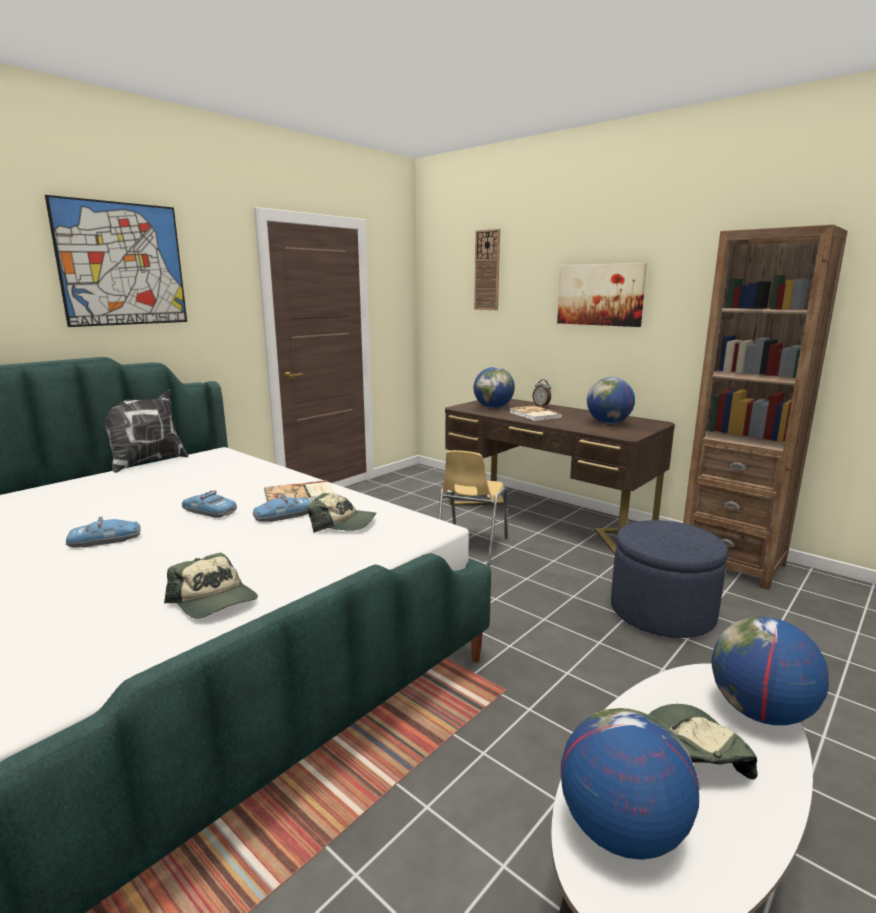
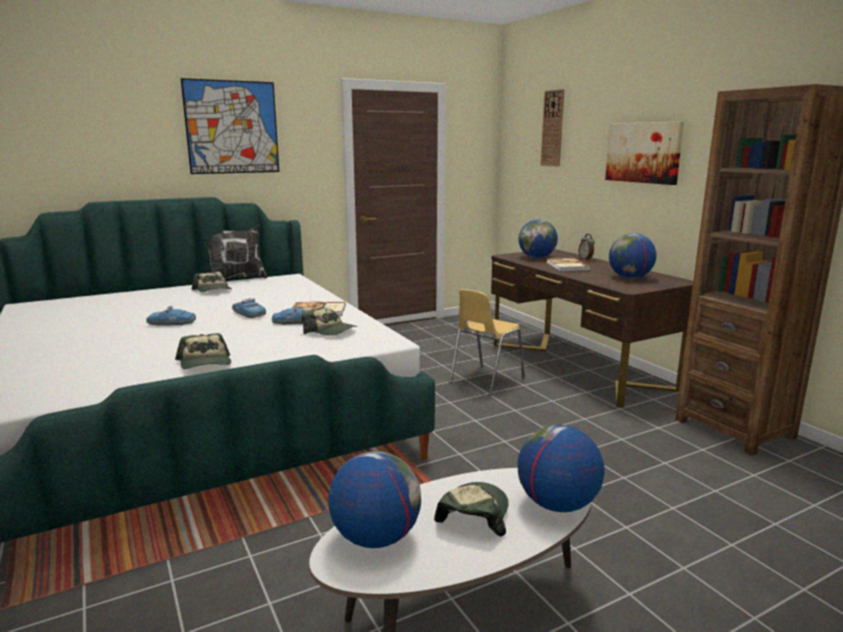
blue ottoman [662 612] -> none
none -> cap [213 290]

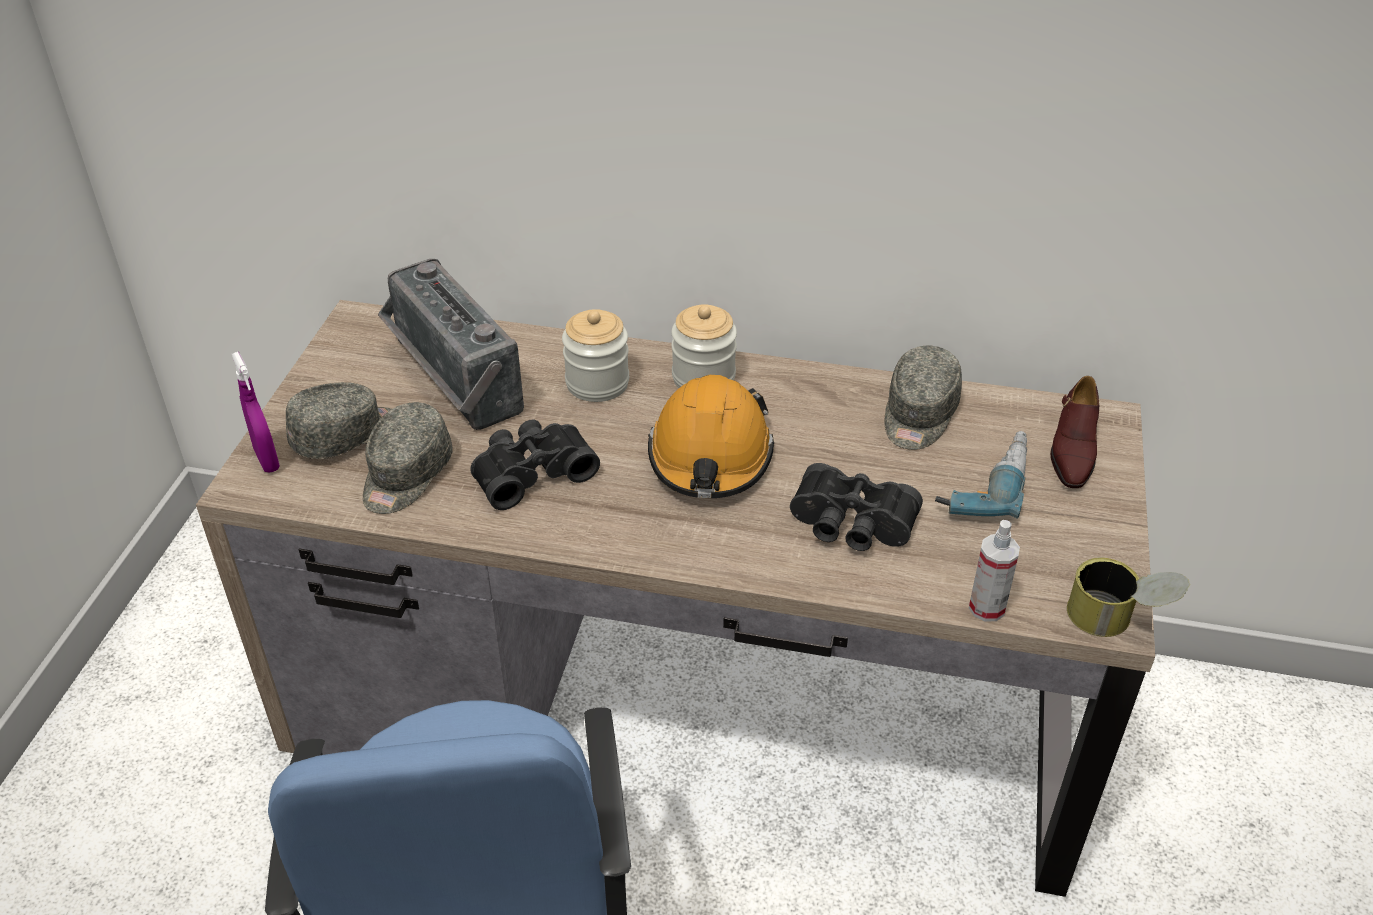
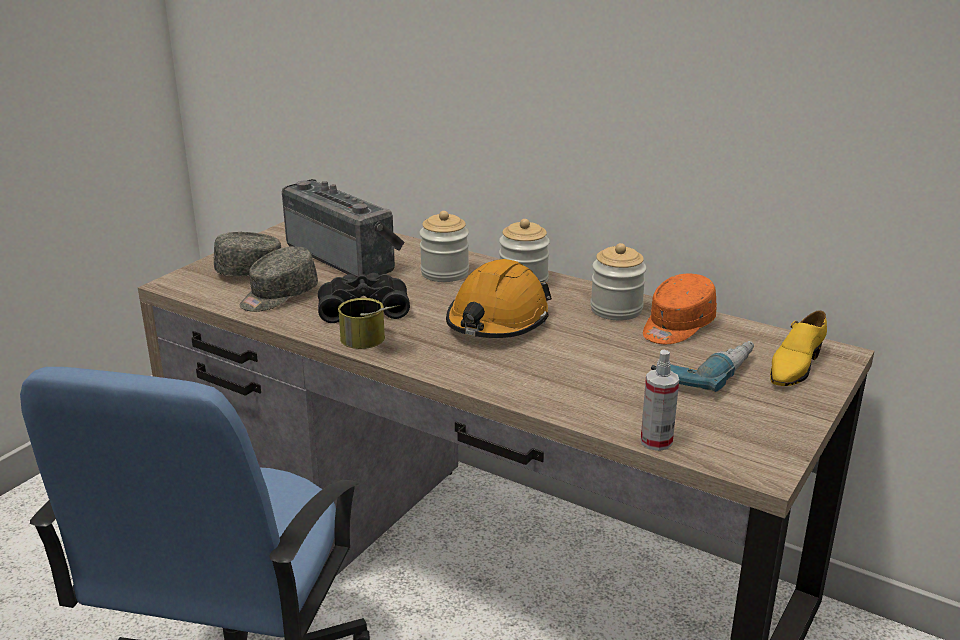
radio [450 380] -> radio [345 257], 150 degrees clockwise
grey cap [918 415] -> orange cap [676 326]
purple spray bottle [267 460] -> none
brown shoe [1072 450] -> yellow shoe [794 366]
black binoculars [851 526] -> none
can [1117 621] -> can [370 343], relocated
none -> jar [616 309]

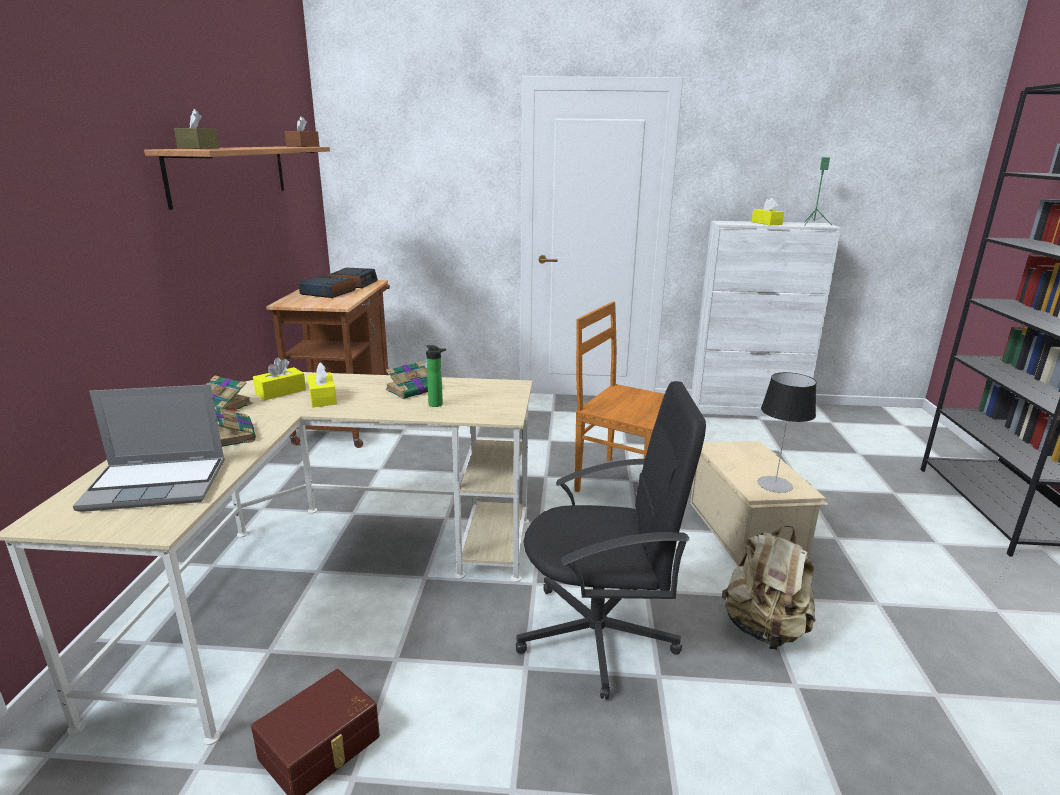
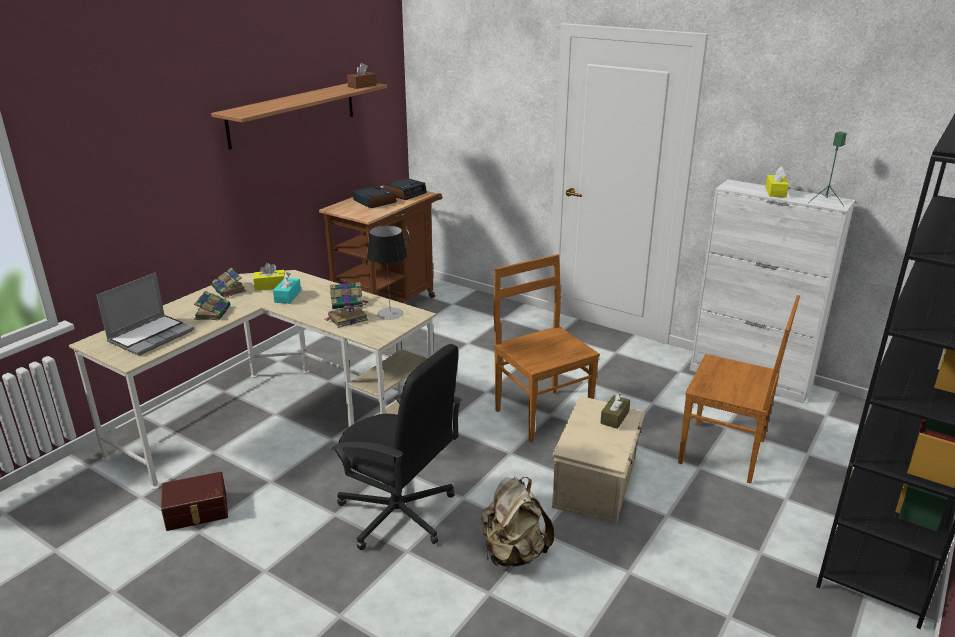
brown tissue box [199 148] -> brown tissue box [614 417], relocated
bottle [437 405] -> book [347 319]
yellow tissue box [322 398] -> turquoise tissue box [288 296]
table lamp [775 484] -> table lamp [390 314], relocated
laptop [158 485] -> laptop [151 336], 75 degrees counterclockwise
none -> brown chair [725 452]

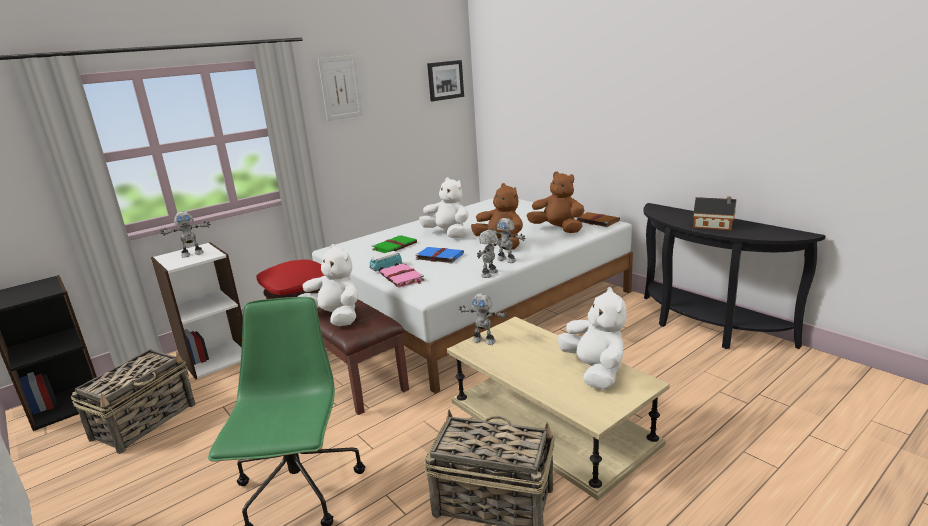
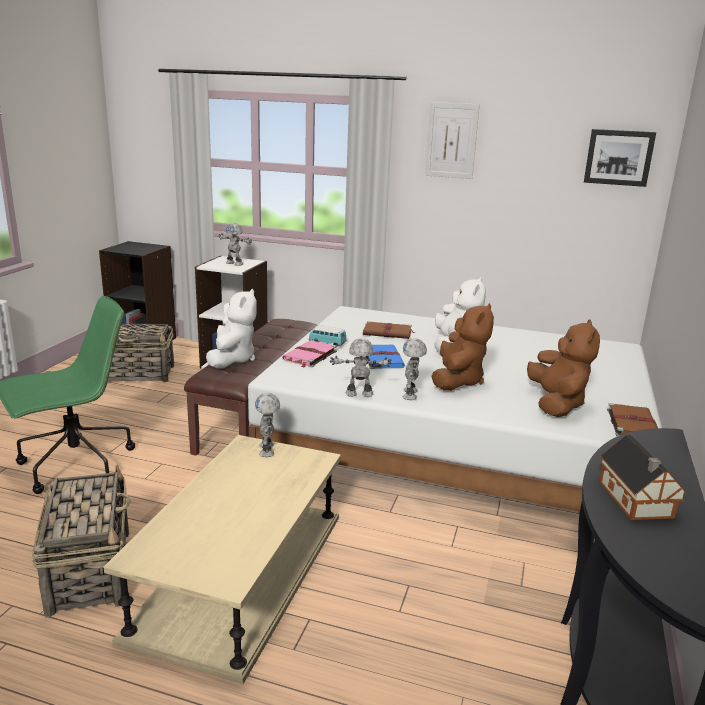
green book [395 246] -> brown book [388 332]
red pillow [296 285] -> none
white plush toy [595 371] -> none

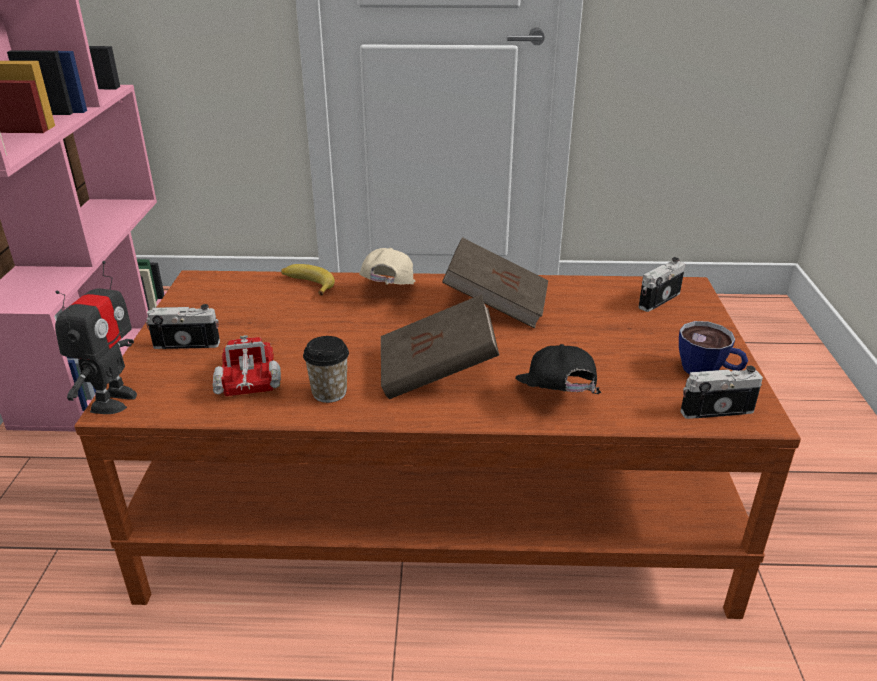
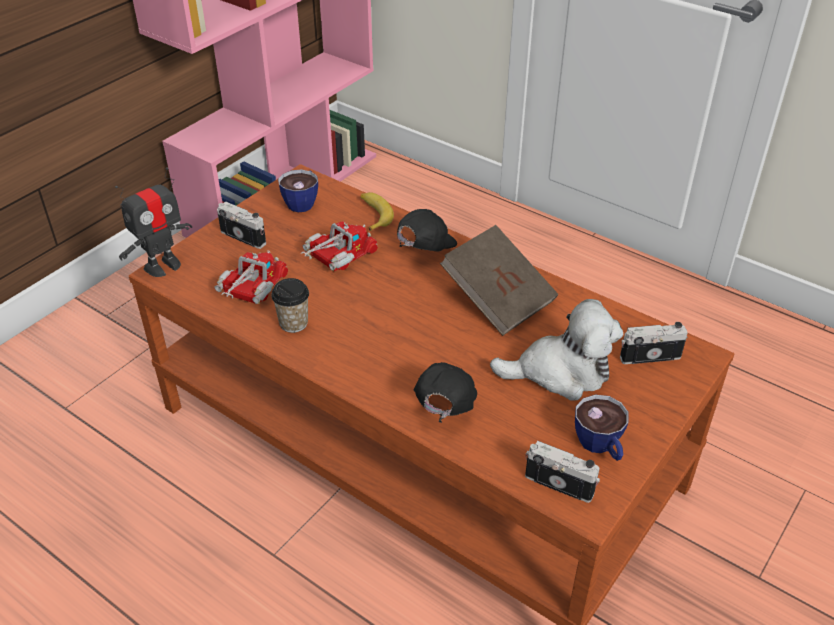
beige cap [387 293] -> black cap [424 249]
brown book [437 372] -> none
none -> cup [303 202]
none -> toy truck [336 258]
none -> plush toy [560 372]

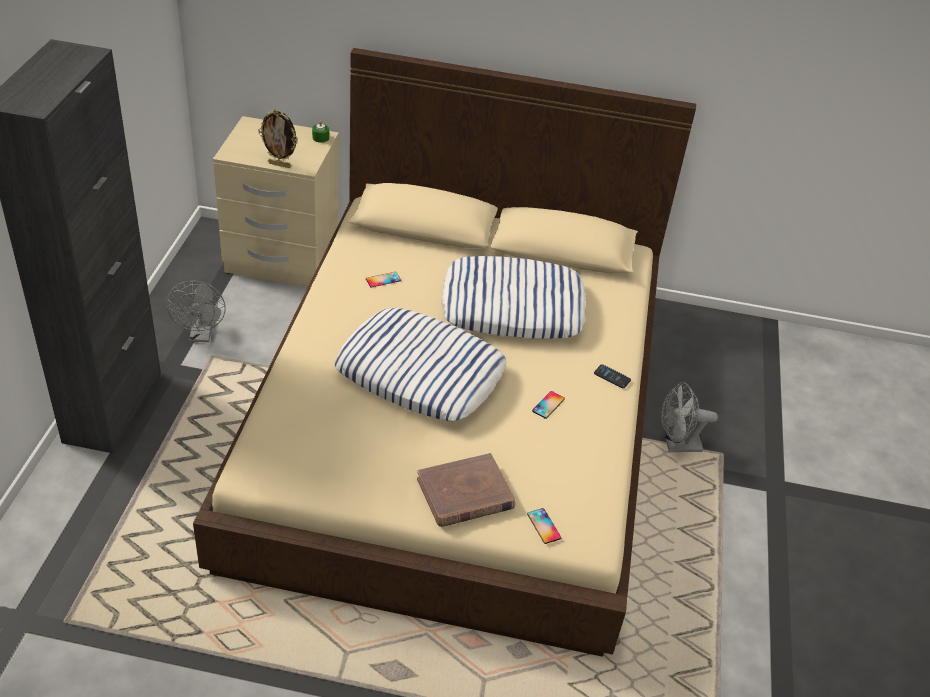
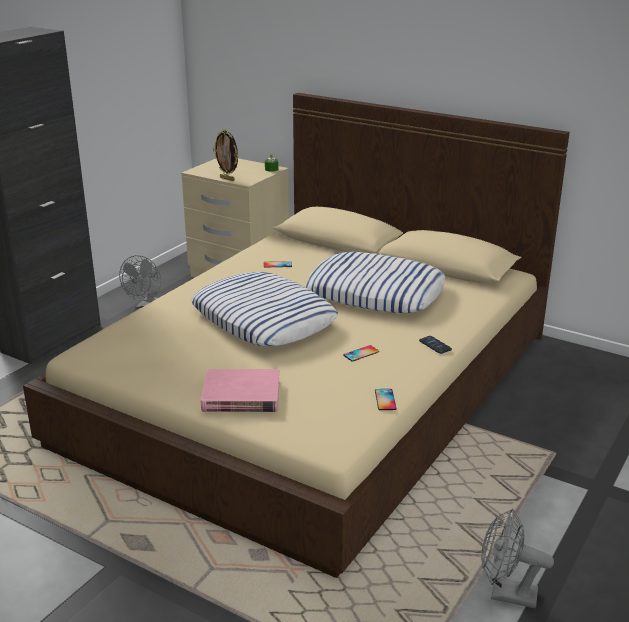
grey fan [677 446] -> grey fan [505 594], relocated
brown book [465 494] -> pink book [241 395]
phone [544 526] -> phone [385 399], relocated

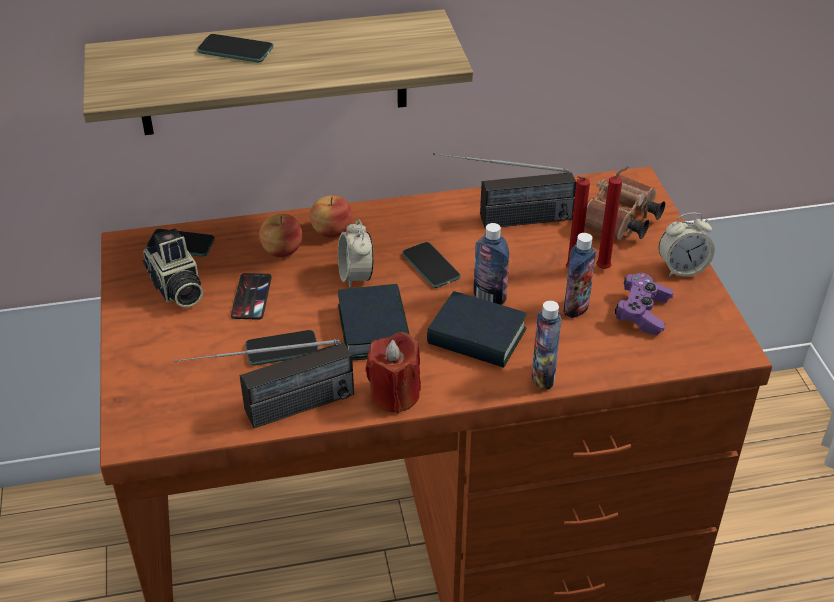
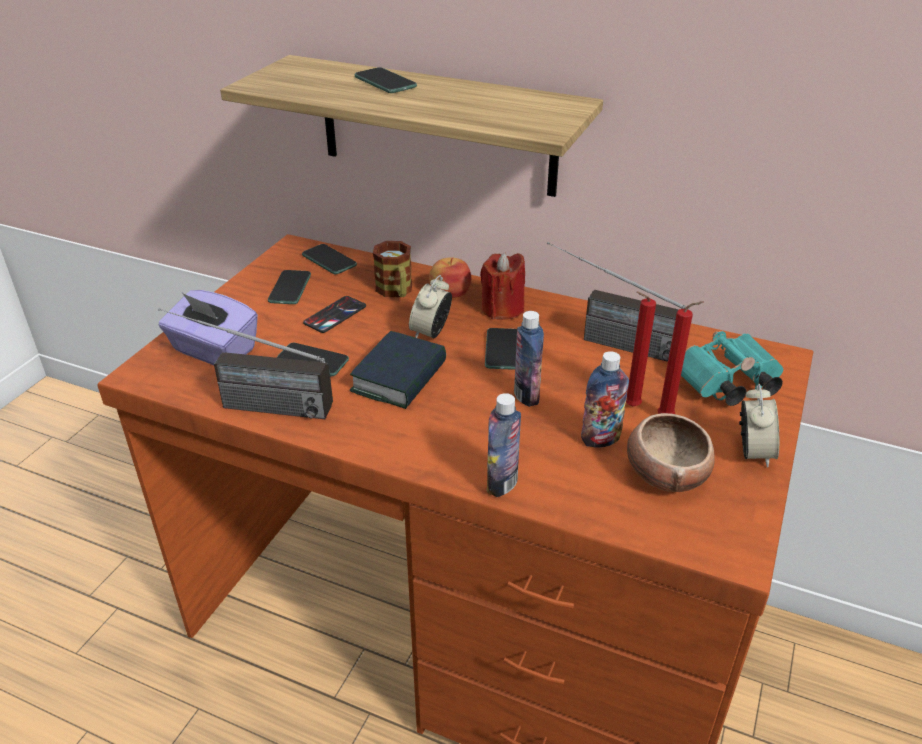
brown binoculars [619 223] -> turquoise binoculars [725 385]
alarm clock [682 269] -> alarm clock [753 452], 105 degrees counterclockwise
apple [282 250] -> mug [396 292]
photo camera [176 289] -> phone [290 288]
purple game controller [642 312] -> bowl [666 473]
book [477 337] -> none
red candle [394 394] -> red candle [502 309], relocated
none -> purple tissue box [213 351]

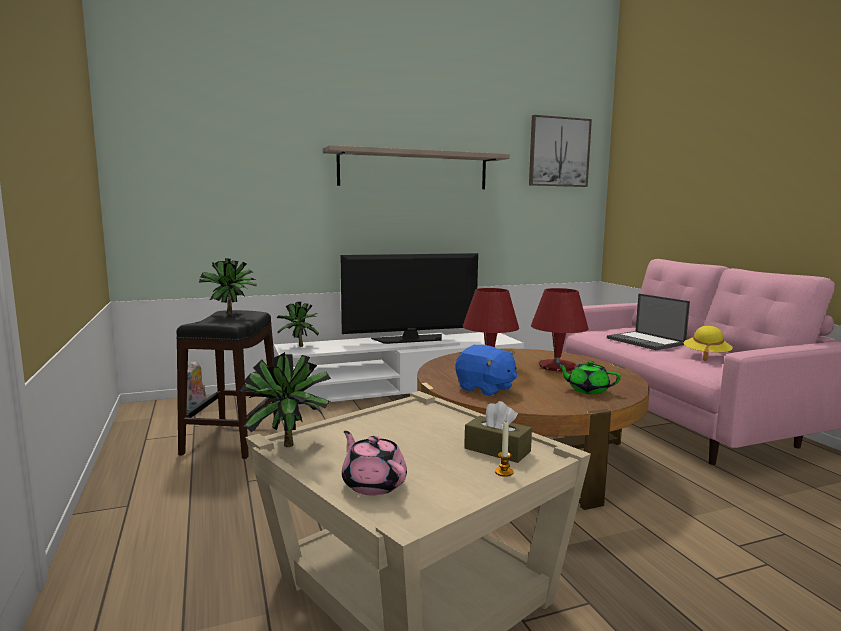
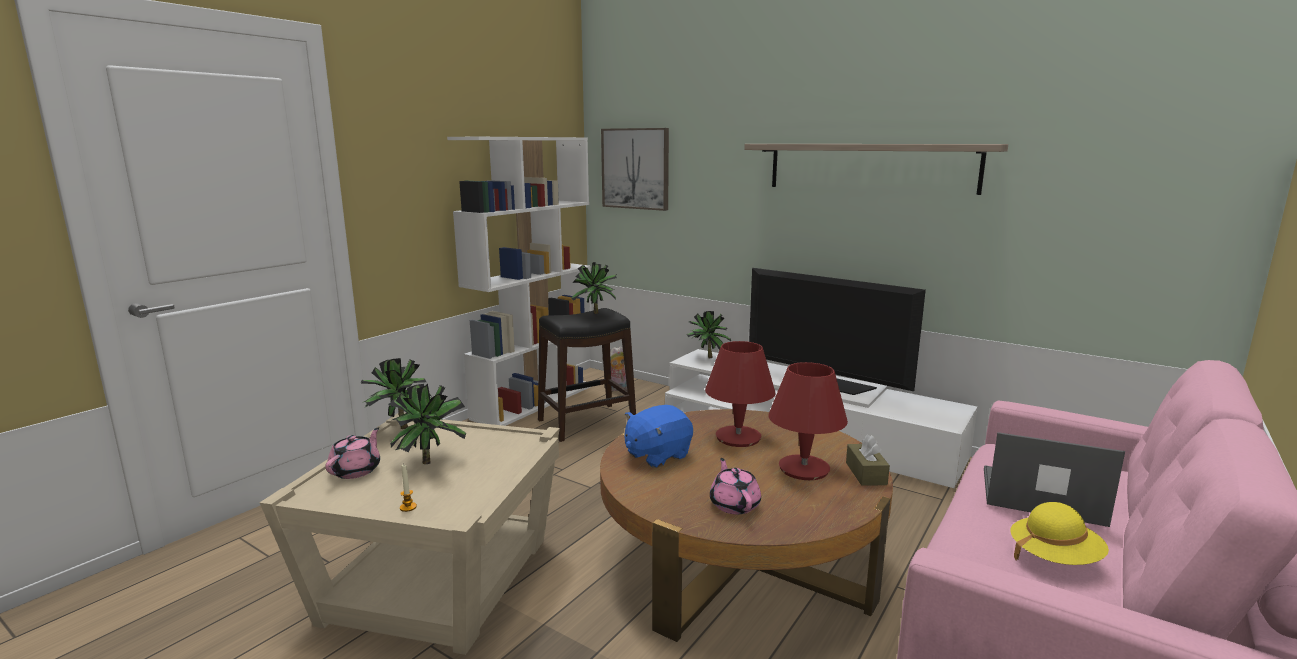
picture [559 152] -> picture [635 168], relocated
laptop [646 341] -> laptop [1039 496], 90 degrees clockwise
blue plush toy [485 389] -> blue plush toy [657 455], 45 degrees clockwise
green teapot [587 390] -> pink teapot [734 504]
brown tissue box [497 450] -> brown tissue box [866 473], relocated
none -> white bookcase [535 401]
none -> potted plant [430 460]

